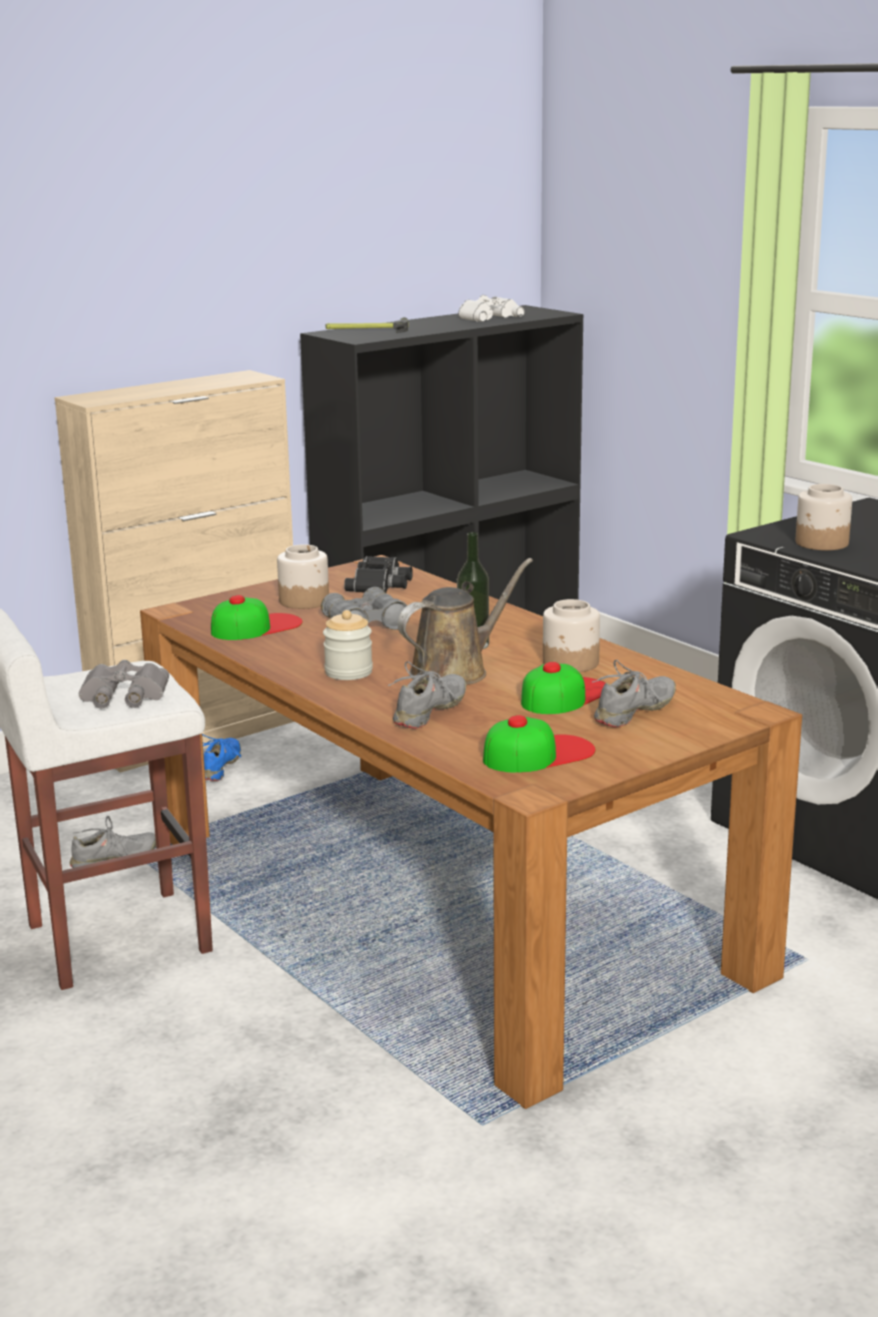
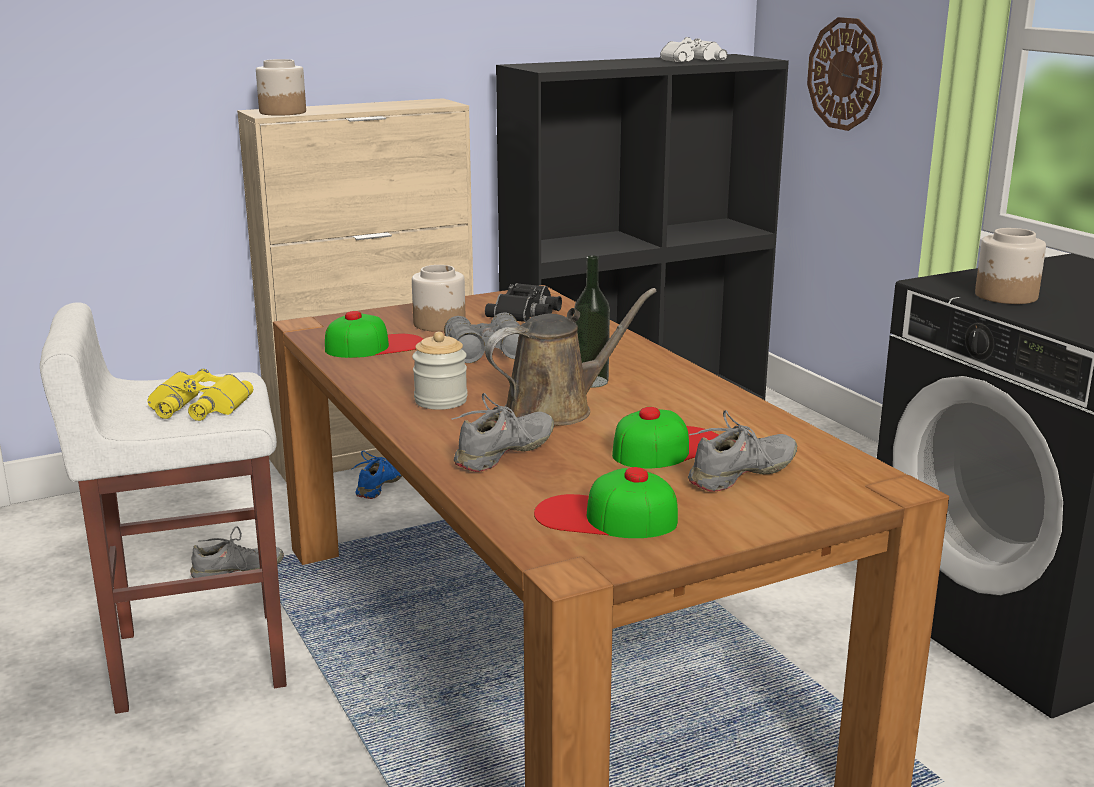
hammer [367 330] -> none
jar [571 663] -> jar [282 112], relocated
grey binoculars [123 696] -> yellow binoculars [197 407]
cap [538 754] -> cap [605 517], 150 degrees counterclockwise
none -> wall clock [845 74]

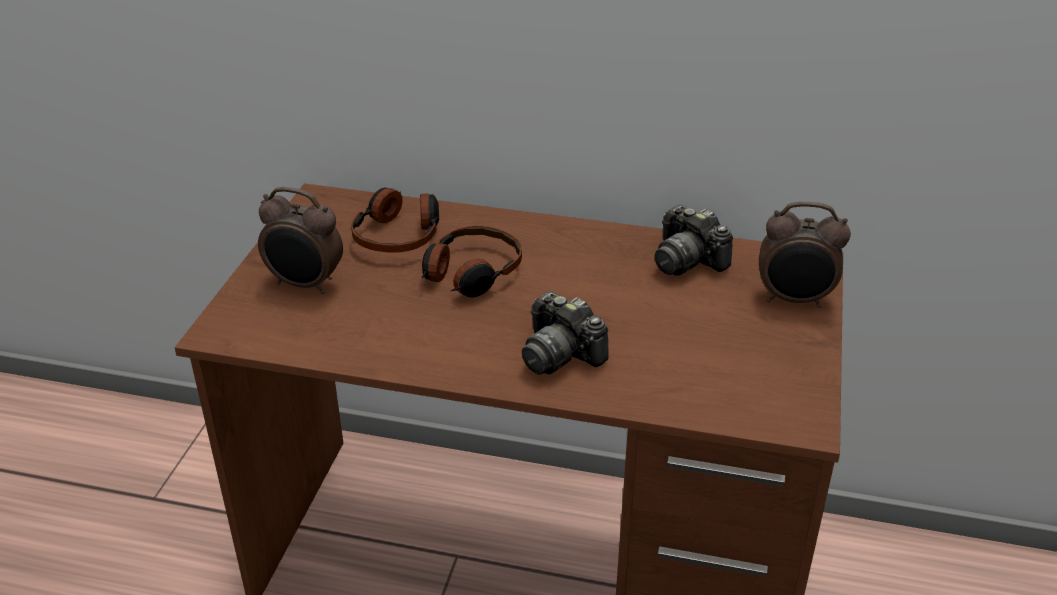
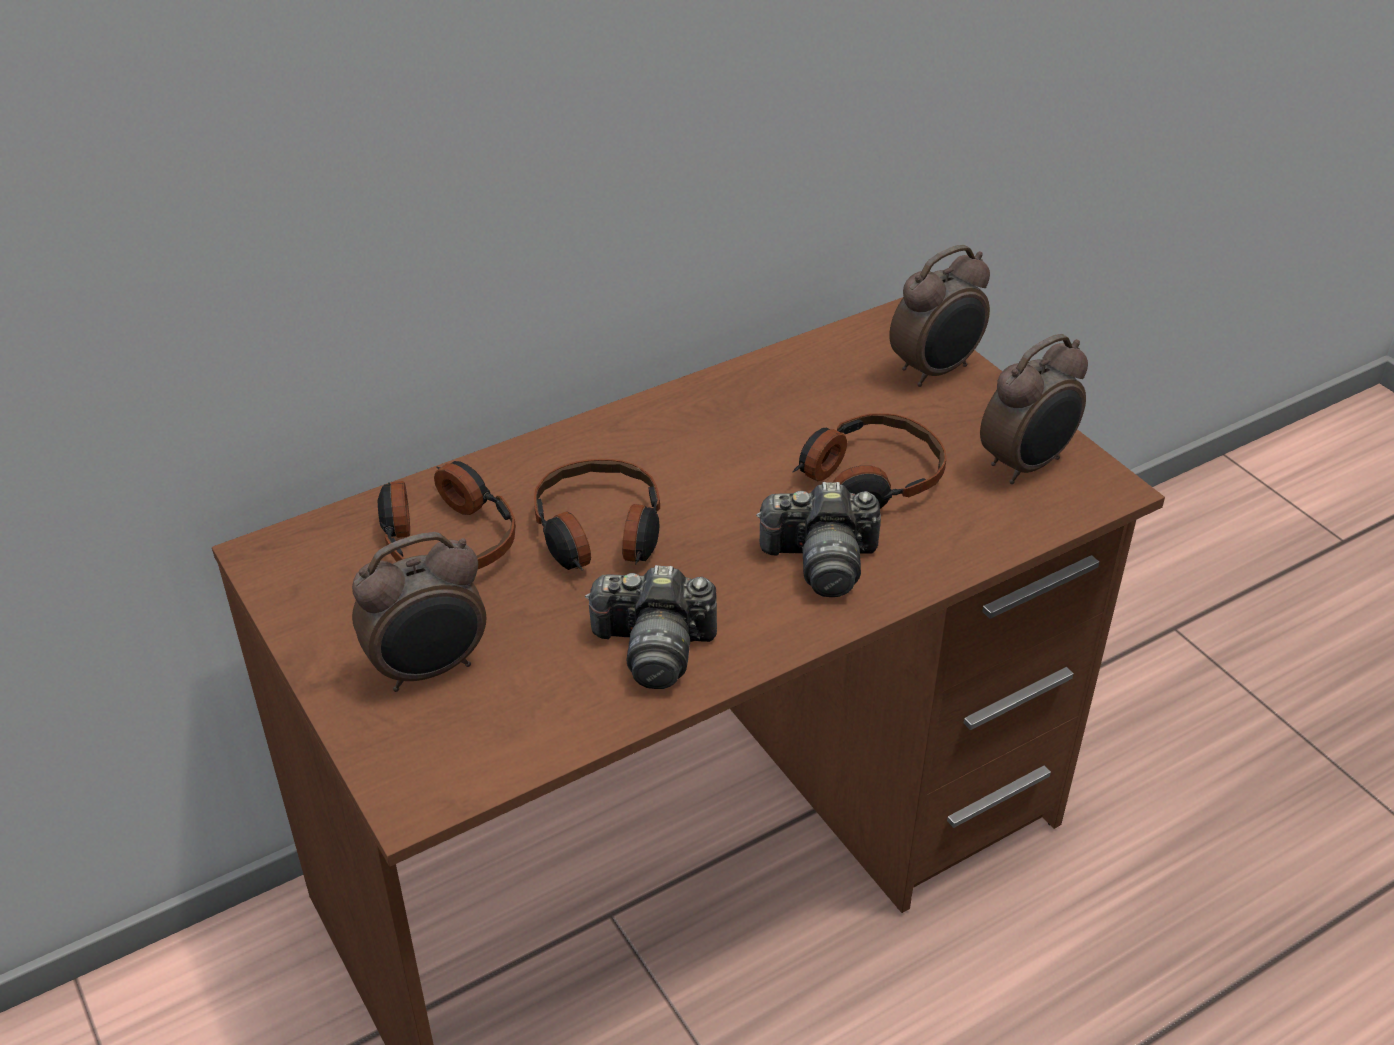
photo camera [687 260] -> photo camera [654 648], relocated
none -> alarm clock [1027 465]
none -> headphones [868 480]

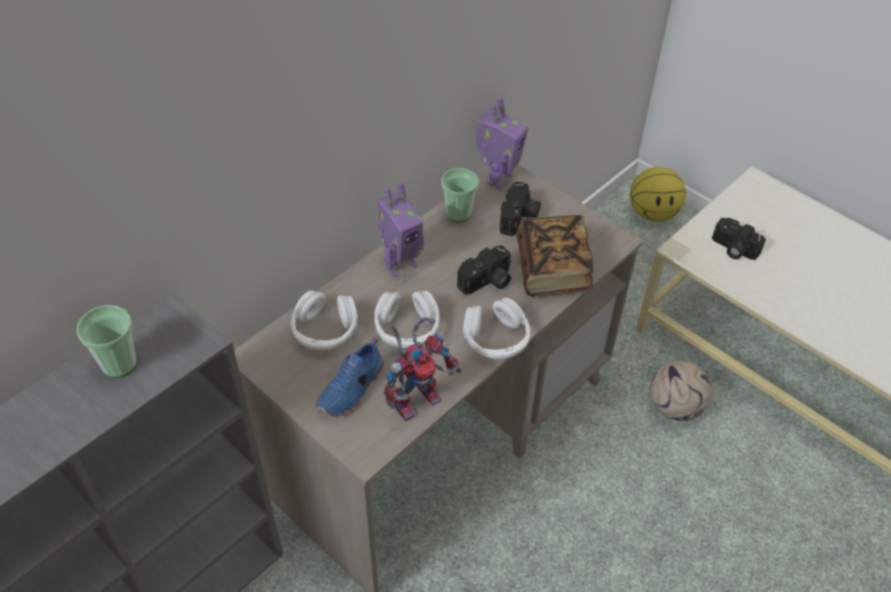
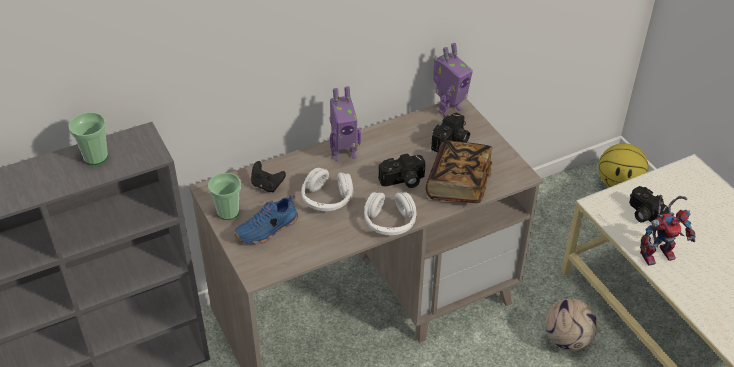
cup [458 213] -> cup [228 212], relocated
white headphones [325 330] -> black game controller [267 185]
toy robot [417 396] -> toy robot [658 253], relocated

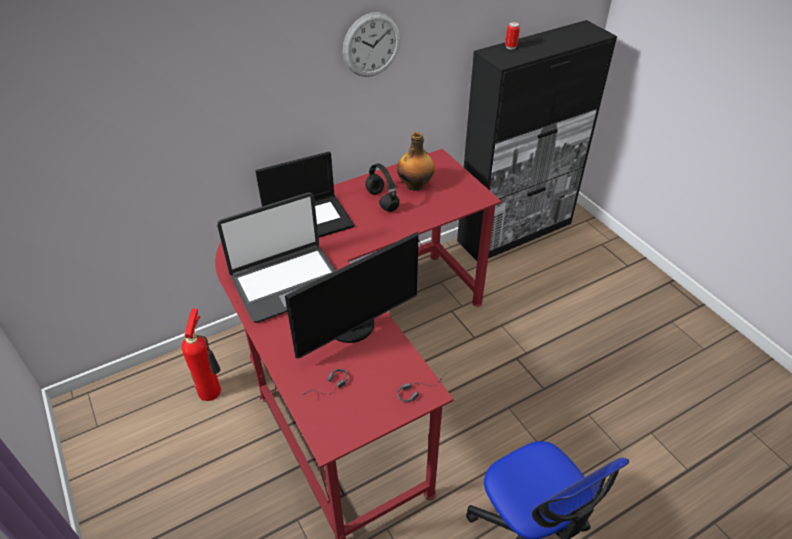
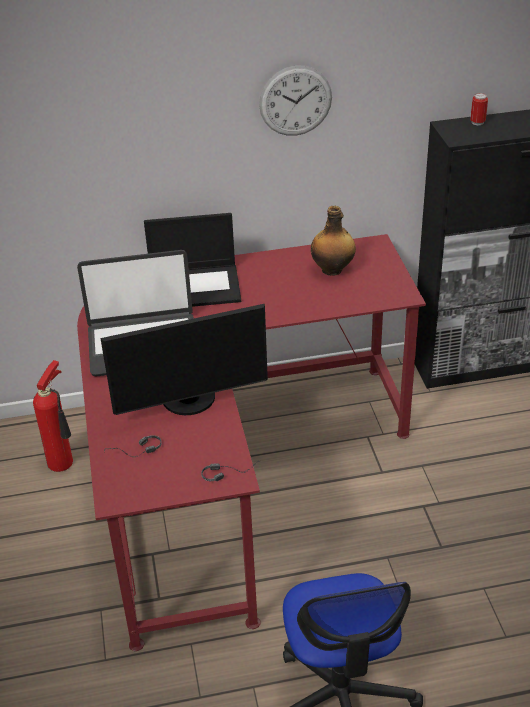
black headphones [381 200] -> none

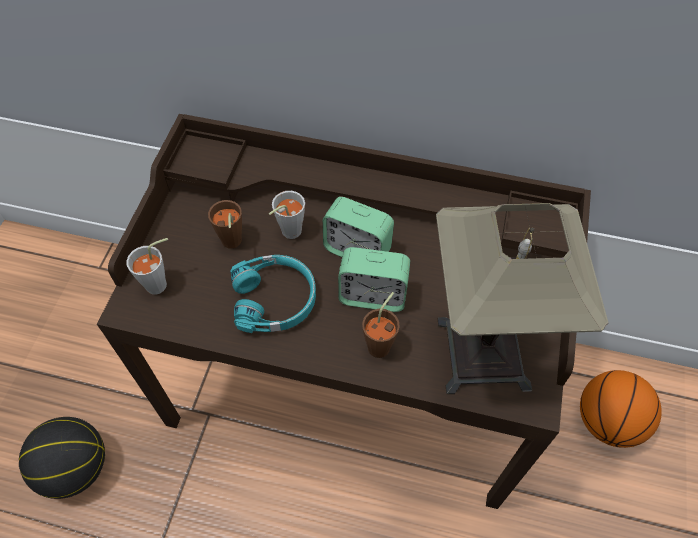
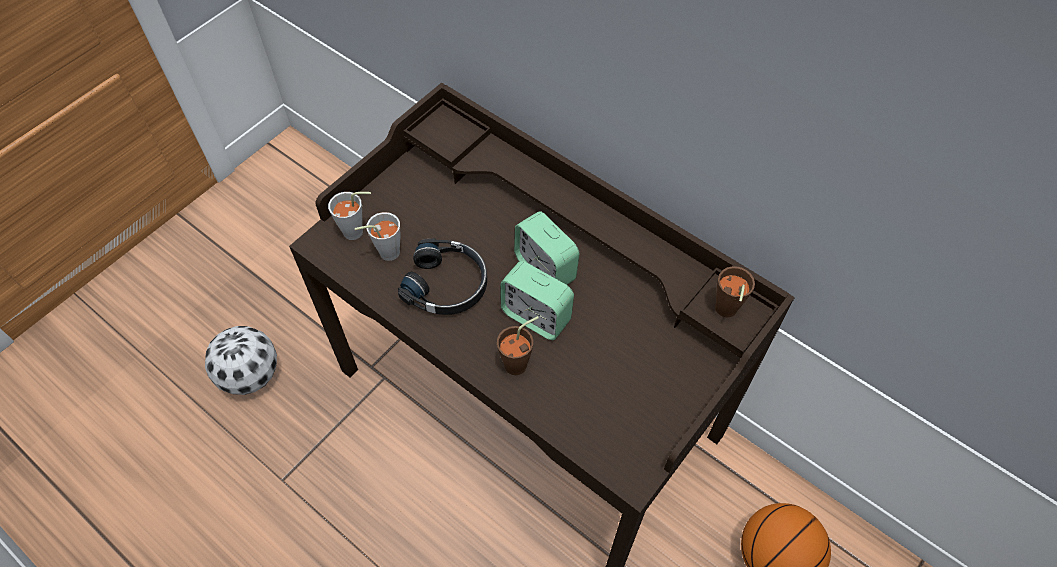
grey cup [287 233] -> grey cup [384 253], relocated
brown cup [231 244] -> brown cup [725 312], relocated
table lamp [482 353] -> none
turquoise headphones [275 299] -> black headphones [447 284]
basketball [76 467] -> football [250 374]

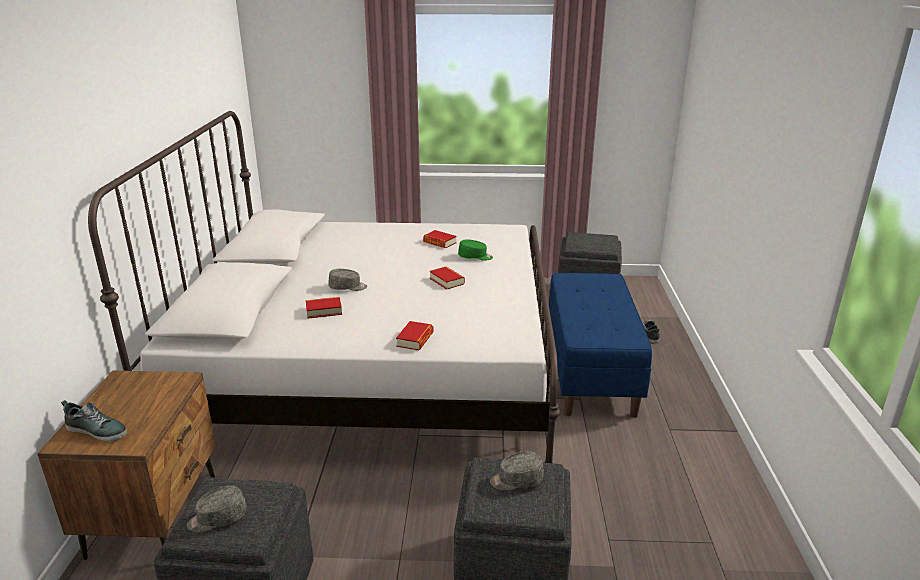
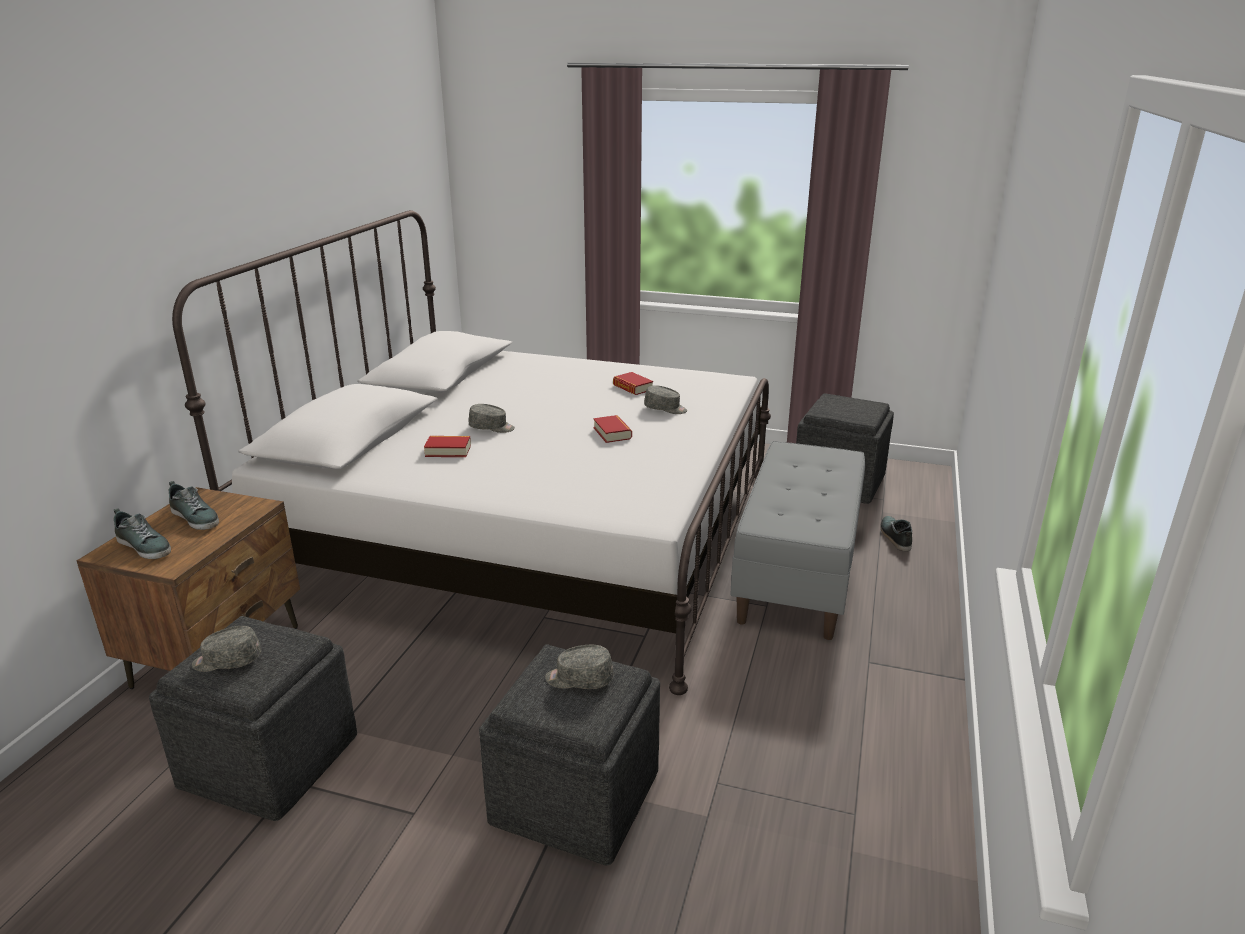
green cap [475 257] -> grey cap [665 409]
blue bench [589 371] -> grey bench [796 574]
book [415 339] -> none
none -> shoe [196 517]

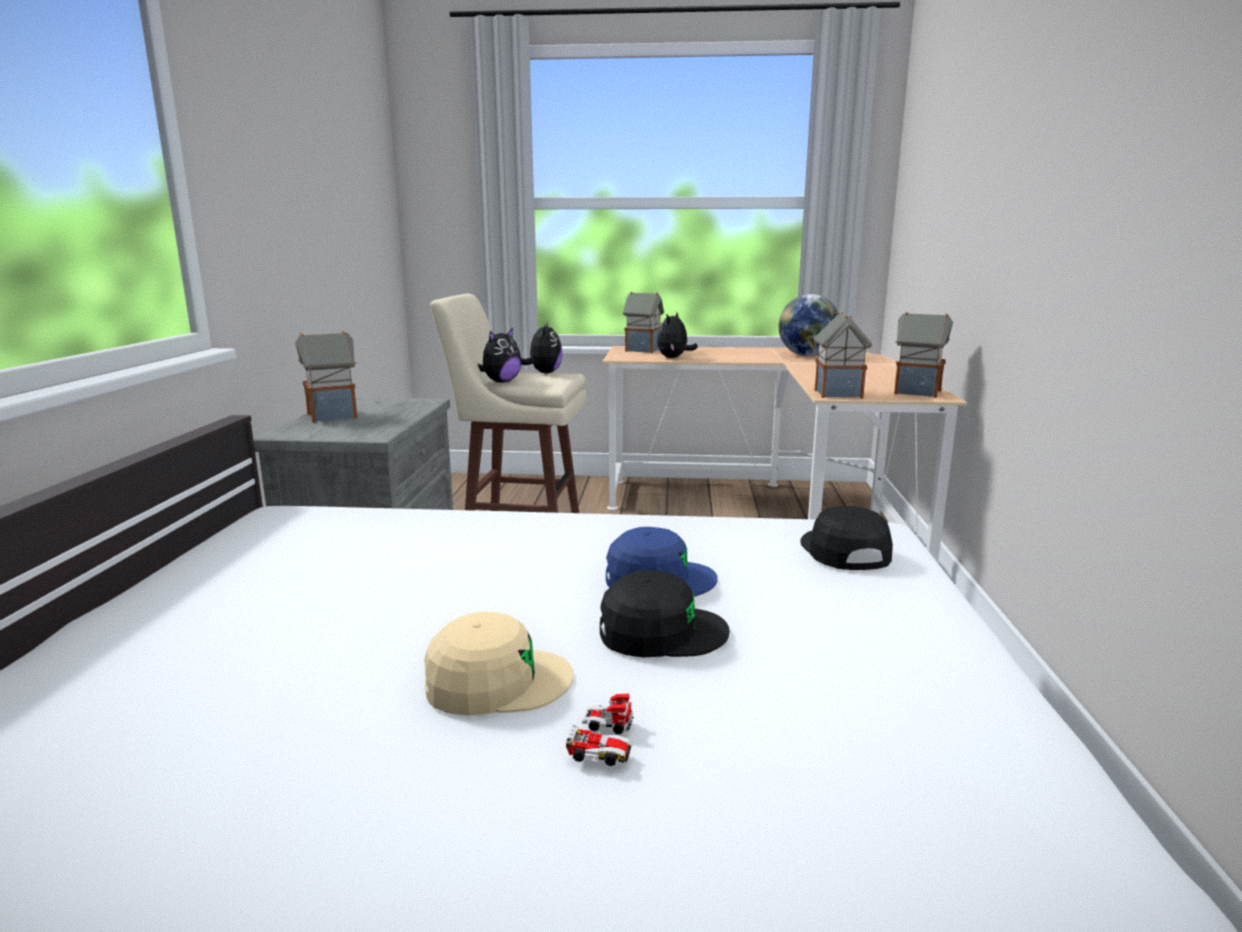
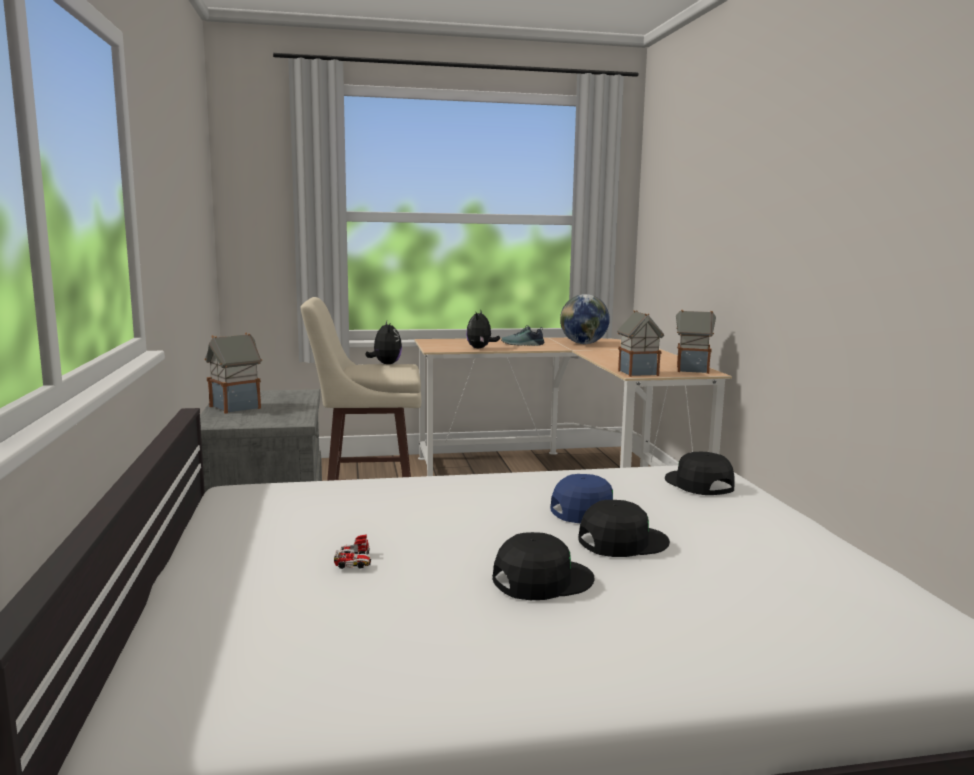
toy house [642 350] -> none
plush toy [501 382] -> none
beige cap [496 681] -> black cap [541 580]
toy car [604 742] -> toy car [354 561], relocated
none -> shoe [522 345]

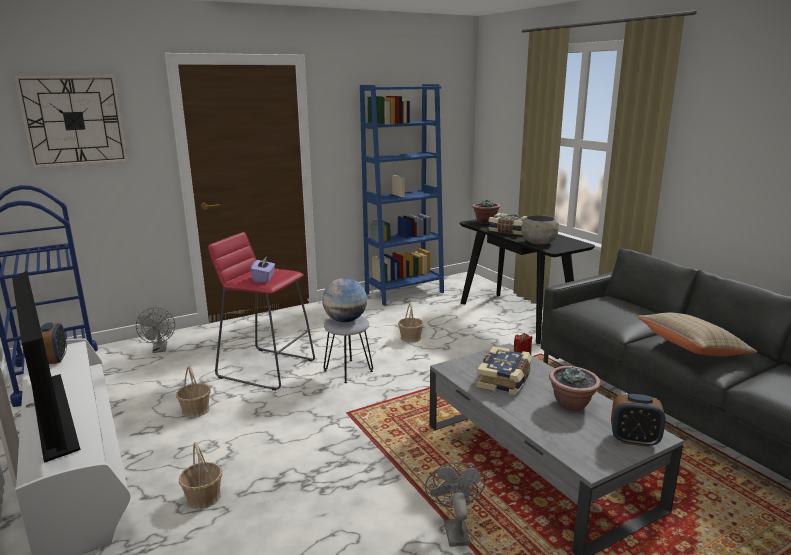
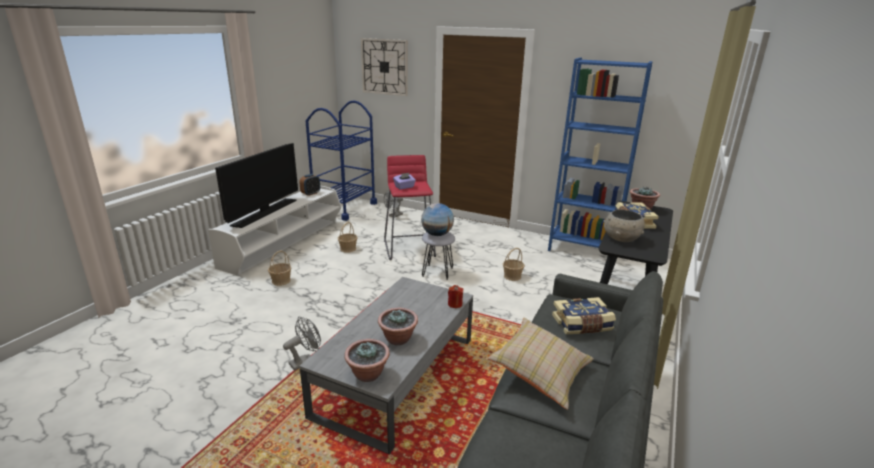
book [505 380] -> book [582 325], relocated
alarm clock [634 440] -> potted plant [368 374]

